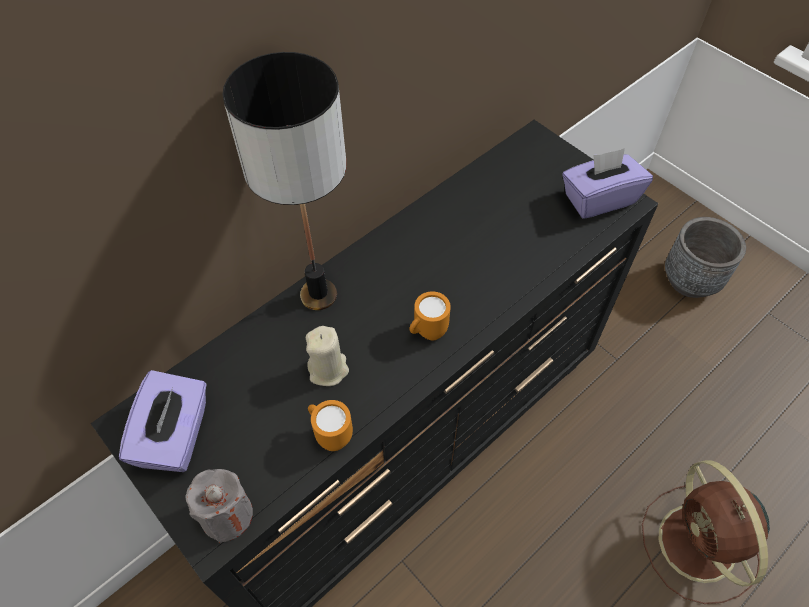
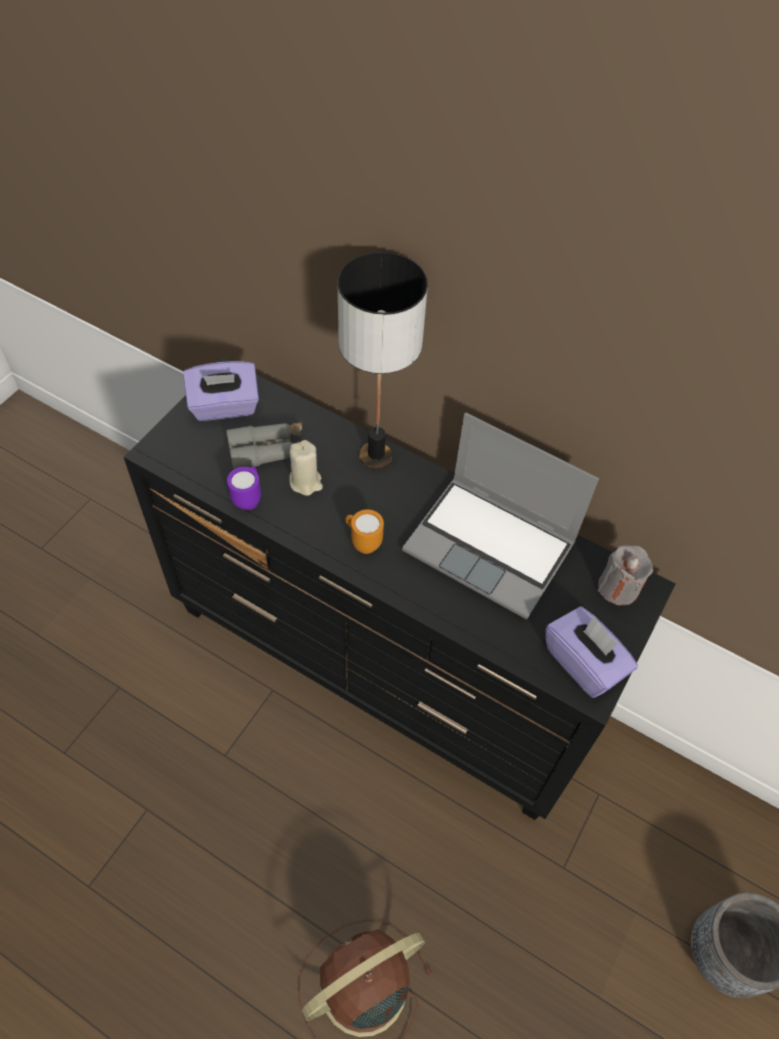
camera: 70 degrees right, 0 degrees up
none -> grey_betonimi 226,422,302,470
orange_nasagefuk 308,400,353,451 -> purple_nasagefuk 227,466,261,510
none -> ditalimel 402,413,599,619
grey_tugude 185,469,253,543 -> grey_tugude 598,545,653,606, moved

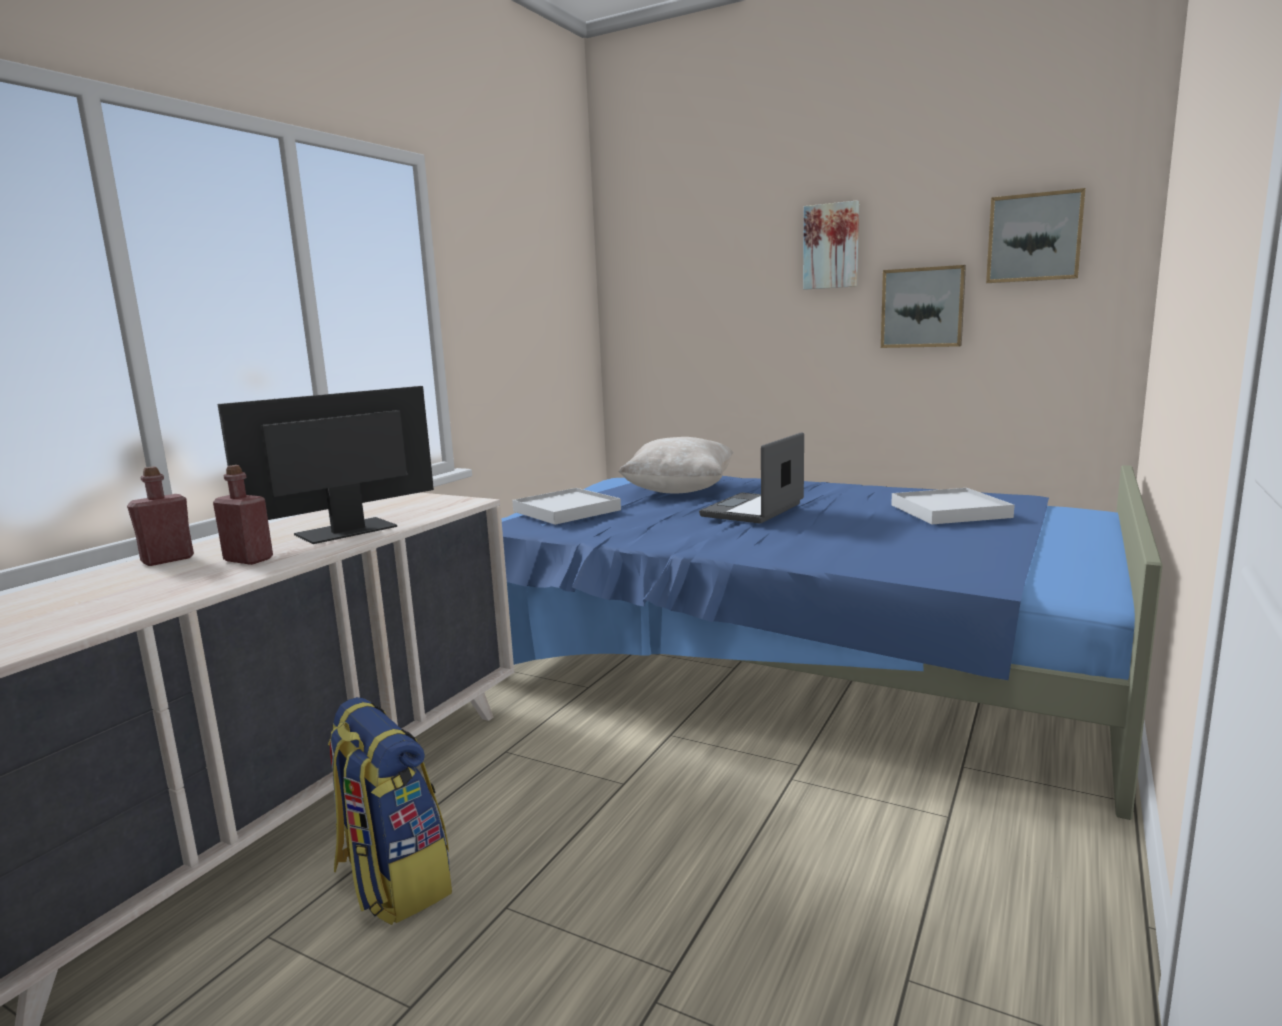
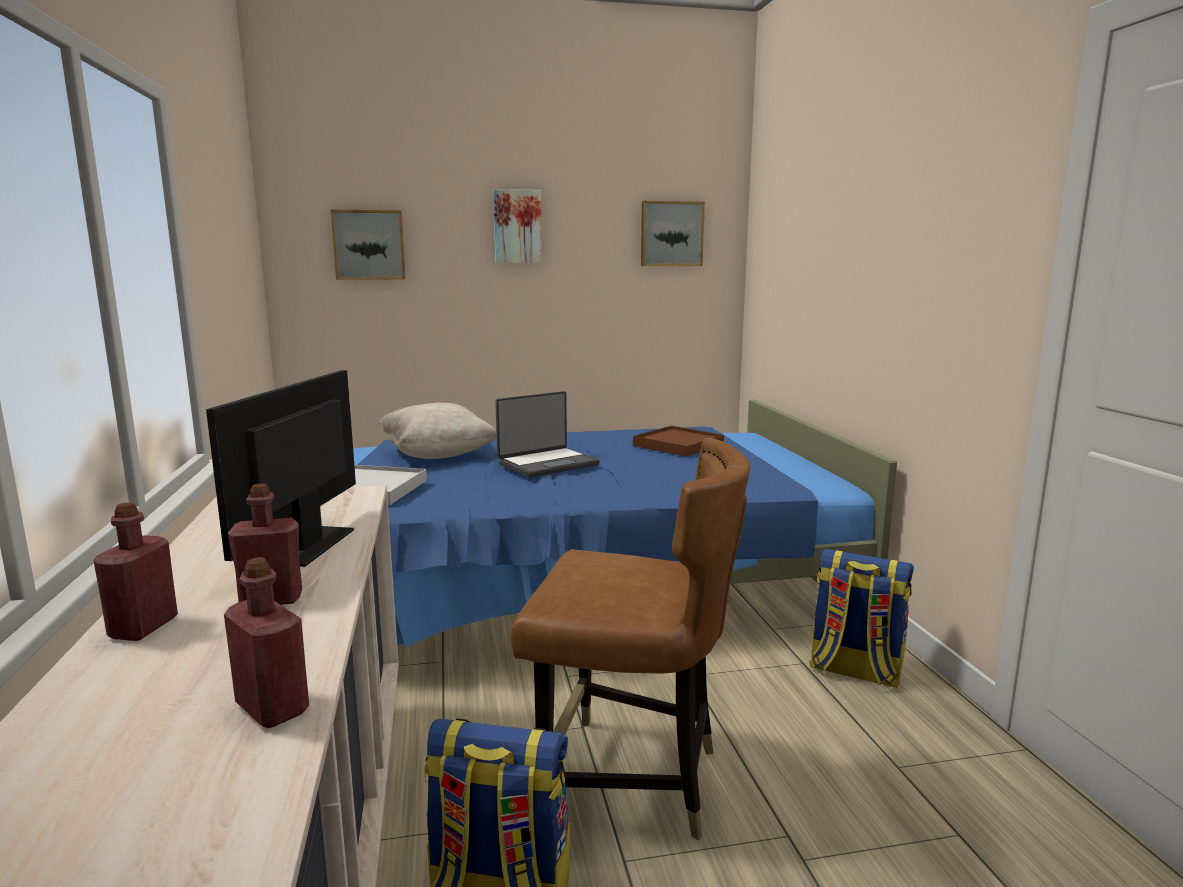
camera: 40 degrees left, 0 degrees up
none -> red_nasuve 224,557,309,728
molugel 881,265,966,348 -> molugel 331,210,406,280, moved
ditalimel 699,432,804,523 -> ditalimel 495,391,600,477, 120 degrees counterclockwise
none -> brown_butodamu 511,438,750,840
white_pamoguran 891,488,1014,524 -> brown_pamoguran 633,426,724,457
none -> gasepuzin 809,549,914,688

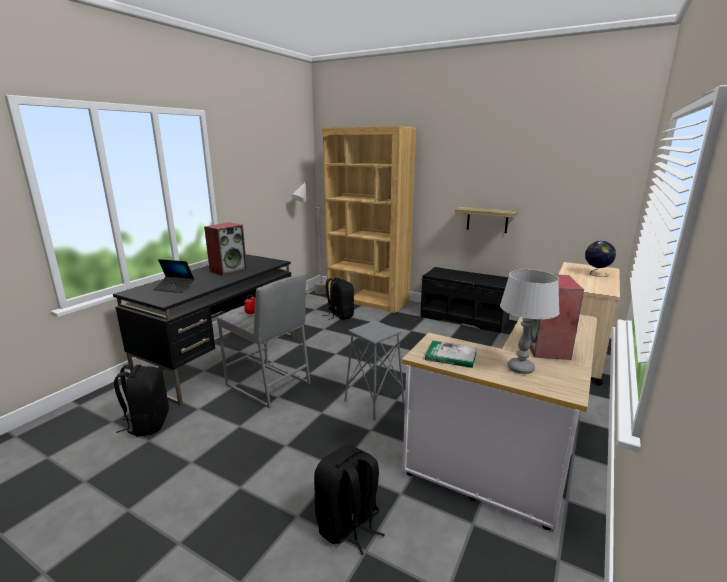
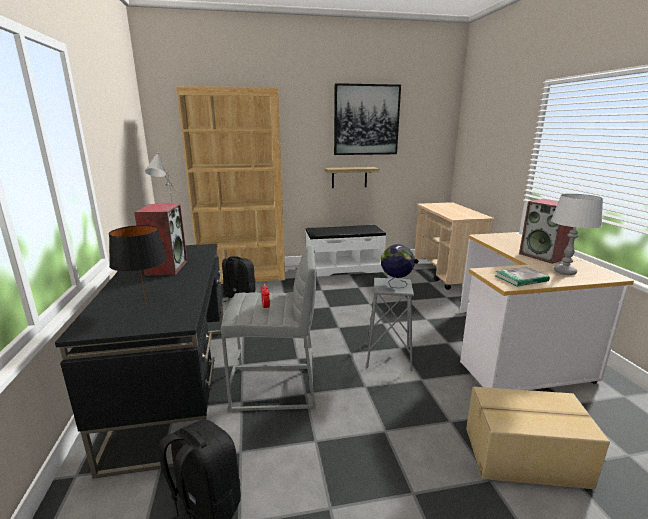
camera: 40 degrees left, 0 degrees up
ditalimel 154,259,194,293 -> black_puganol 109,225,168,306
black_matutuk 420,267,509,333 -> white_matutuk 305,225,386,277
none -> molugel 334,83,401,155
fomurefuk 585,241,616,277 -> fomurefuk 381,244,415,288, moved
black_gasepuzin 314,445,385,555 -> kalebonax 466,387,610,489

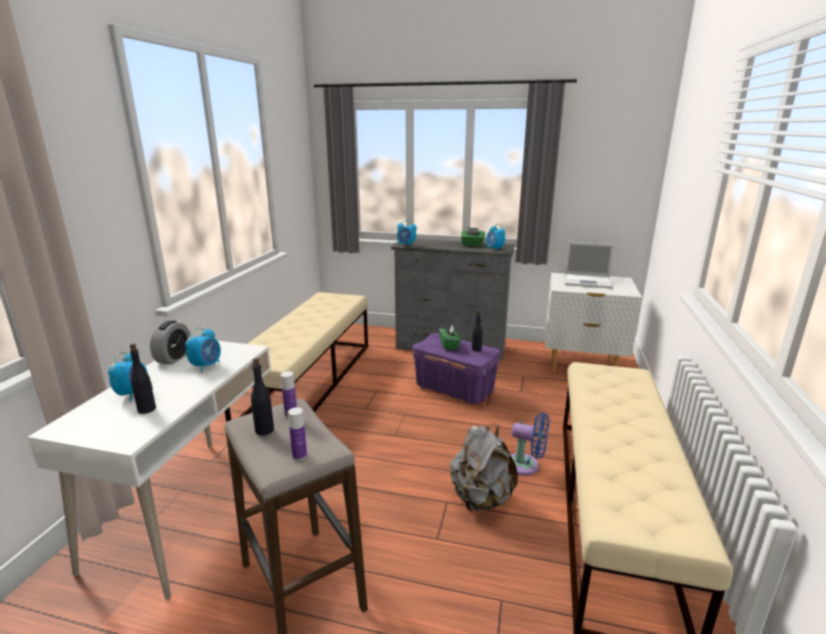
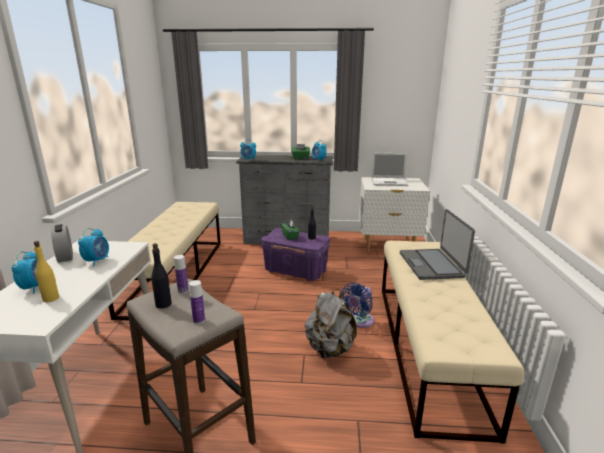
camera: 10 degrees left, 0 degrees up
black_nasuve 130,343,156,414 -> yellow_nasuve 34,241,59,302
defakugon 150,320,191,365 -> defakugon 51,224,73,263, 150 degrees clockwise
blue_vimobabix 507,413,550,476 -> blue_vimobabix 342,282,374,328, 120 degrees clockwise
none -> ditalimel 400,209,475,280

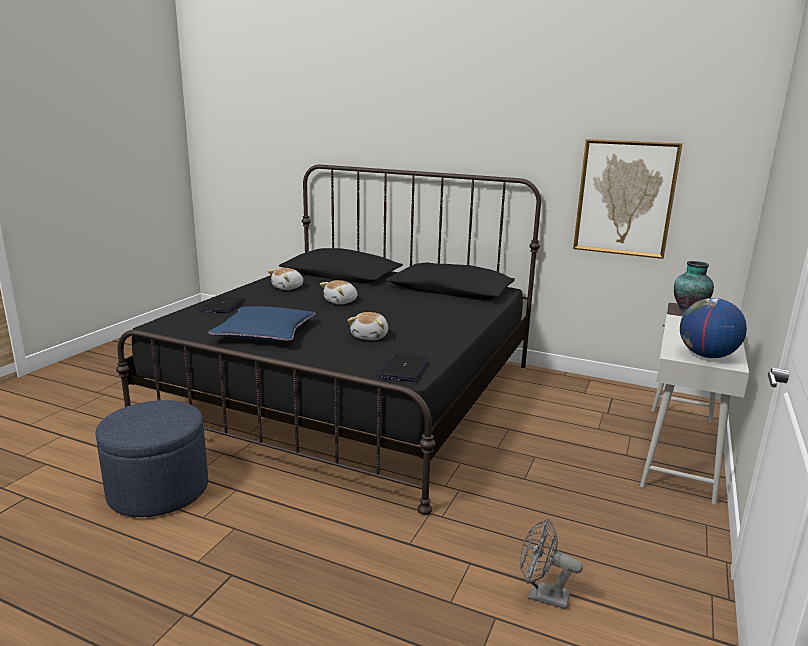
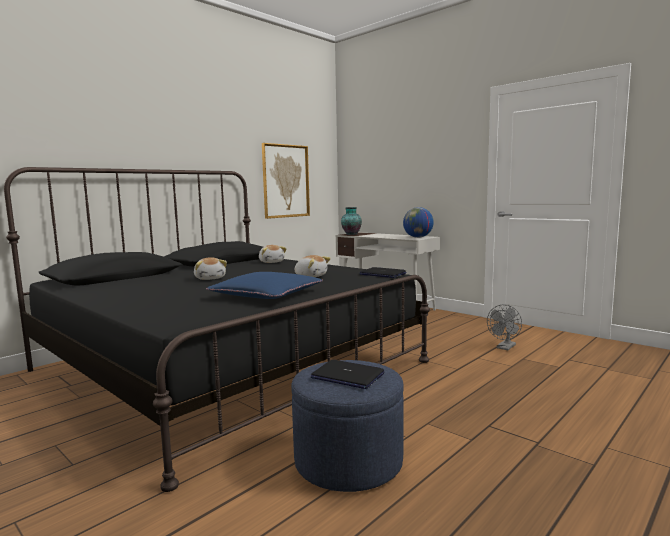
camera: 70 degrees left, 10 degrees down
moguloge 267,268,303,290 -> moguloge 259,245,287,263, moved
ditalimel 199,296,245,313 -> ditalimel 311,360,384,389, moved

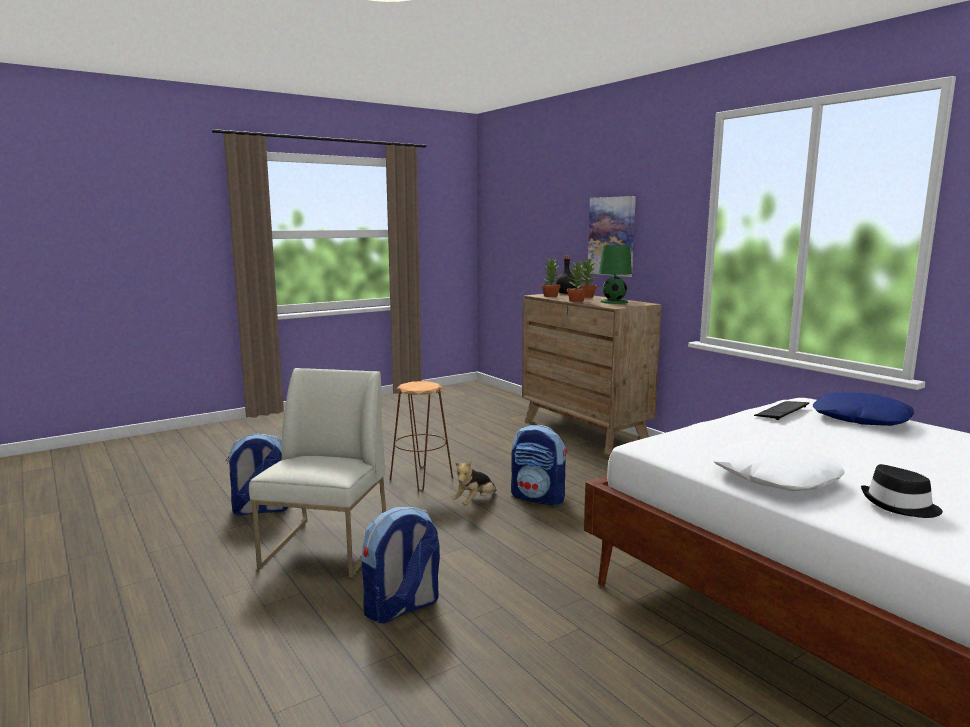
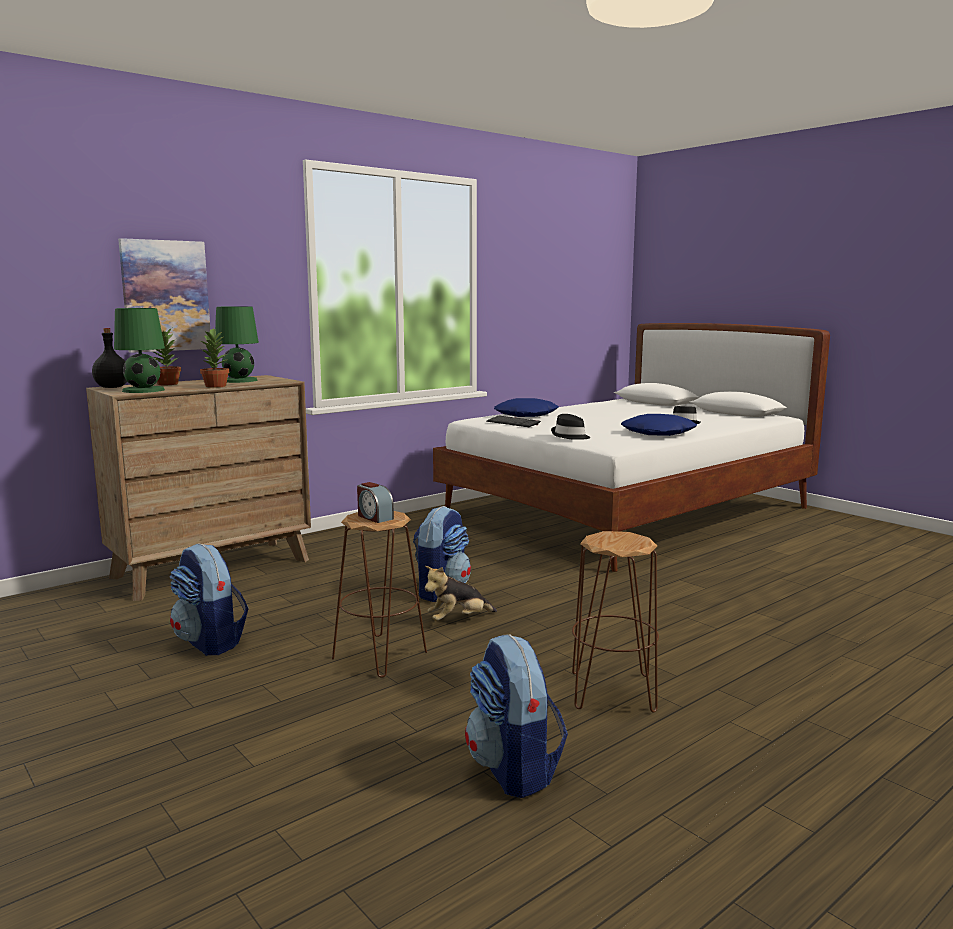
camera: 95 degrees left, 0 degrees up
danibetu 542,258,560,297 -> green_puganol 114,308,165,393
gasepuzin 362,507,440,623 -> gasepuzin 170,543,249,656, moved
none -> defakugon 357,482,394,523
moguloge 452,461,496,505 -> moguloge 425,566,497,621, 120 degrees clockwise
none -> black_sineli 551,414,590,440
white_butodamu 249,368,386,578 -> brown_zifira 572,531,659,713
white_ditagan 712,440,845,491 -> blue_ditagan 621,414,697,436

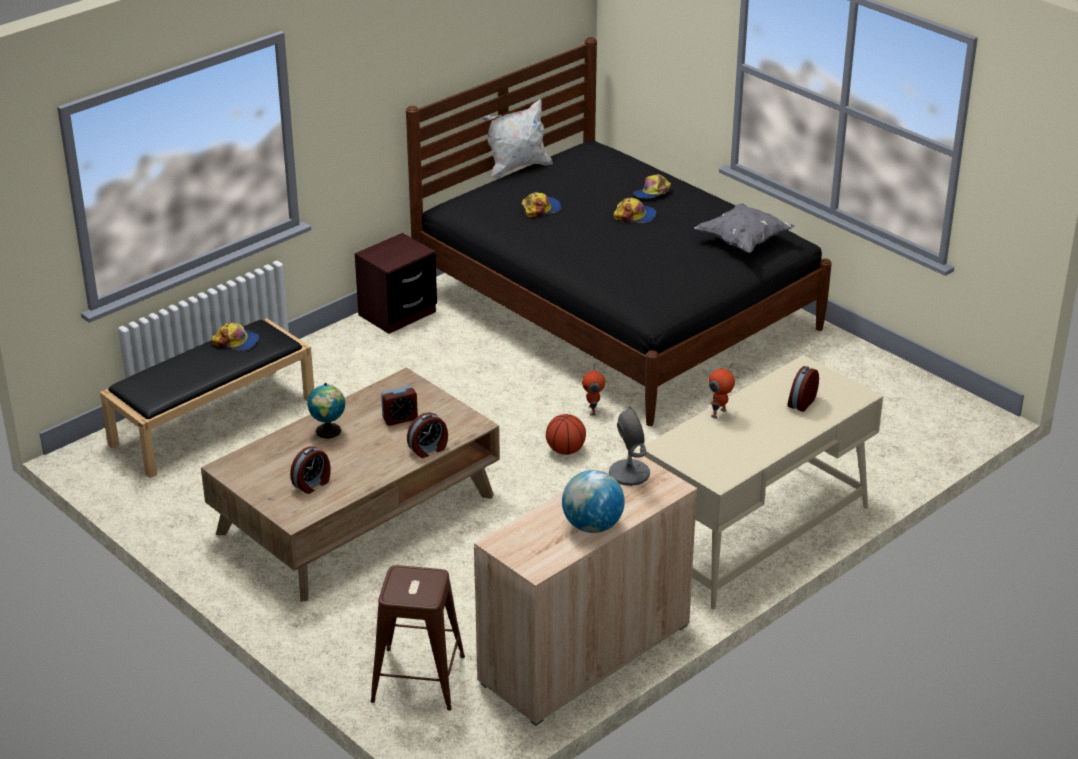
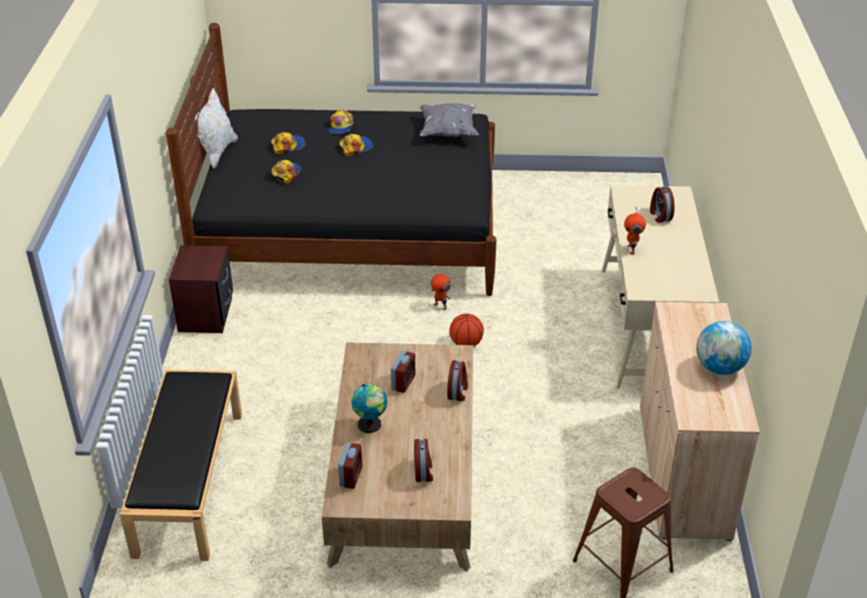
camera: 45 degrees left, 5 degrees up
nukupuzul 212,322,259,351 -> nukupuzul 271,132,306,154, moved
none -> defakugon 338,442,362,489
grey_puganol 609,407,650,486 -> none

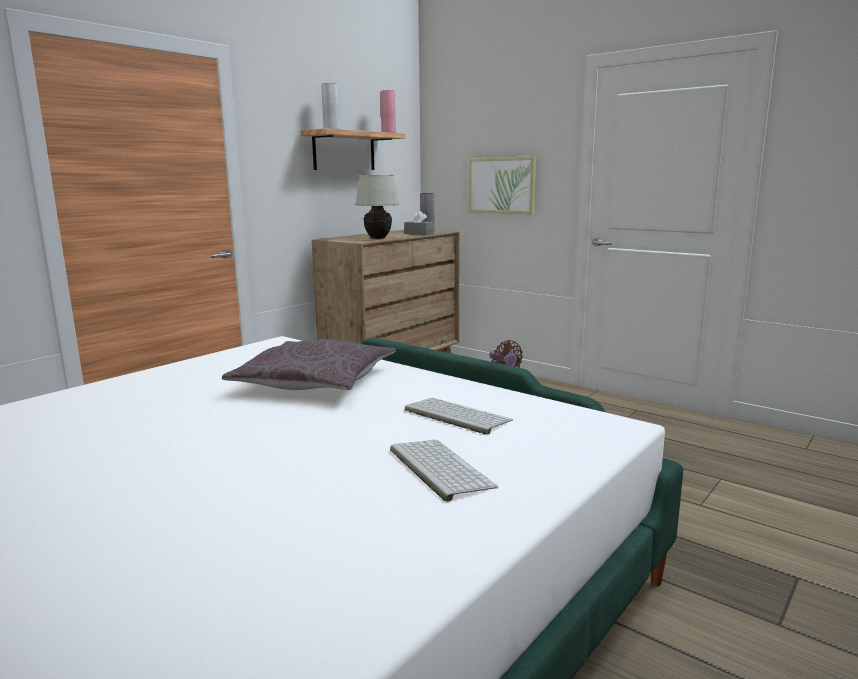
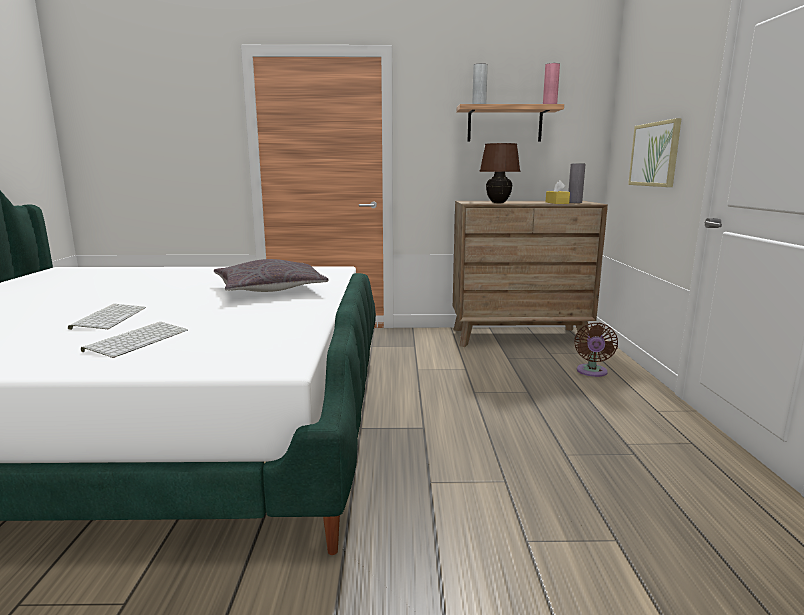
camera: 50 degrees right, 0 degrees up
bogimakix 405,398,513,435 -> bogimakix 68,304,146,330, moved
white_puganol 355,175,399,239 -> brown_puganol 480,143,520,203
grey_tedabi 404,211,434,235 -> yellow_tedabi 546,180,570,204

